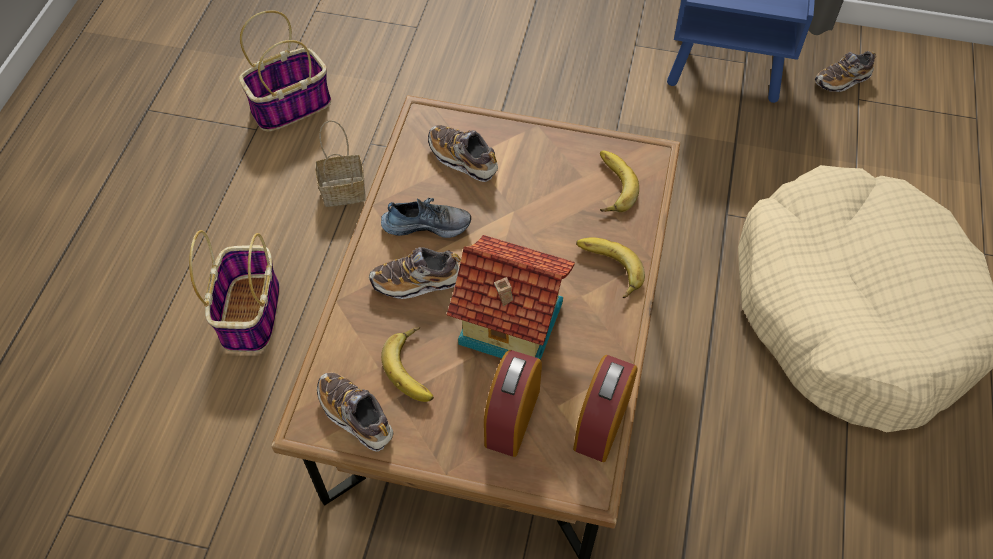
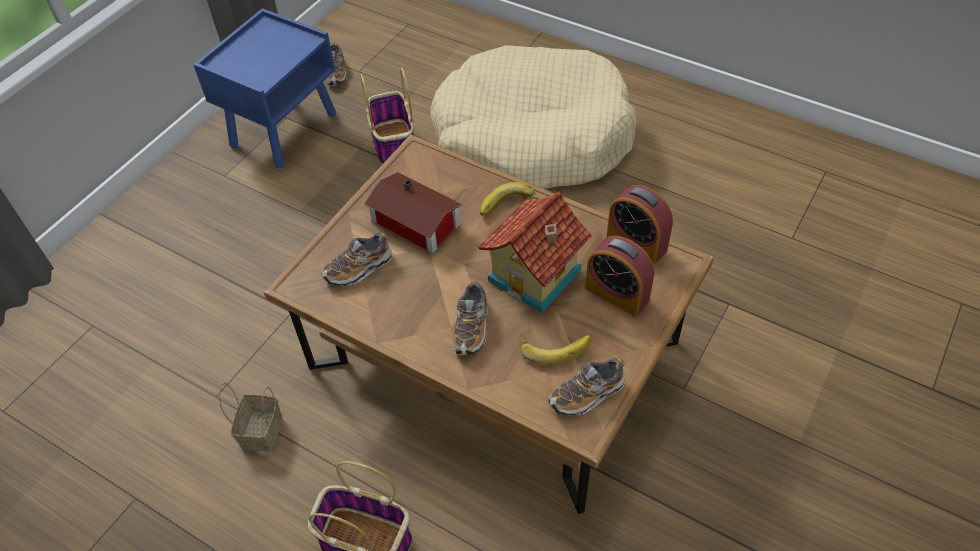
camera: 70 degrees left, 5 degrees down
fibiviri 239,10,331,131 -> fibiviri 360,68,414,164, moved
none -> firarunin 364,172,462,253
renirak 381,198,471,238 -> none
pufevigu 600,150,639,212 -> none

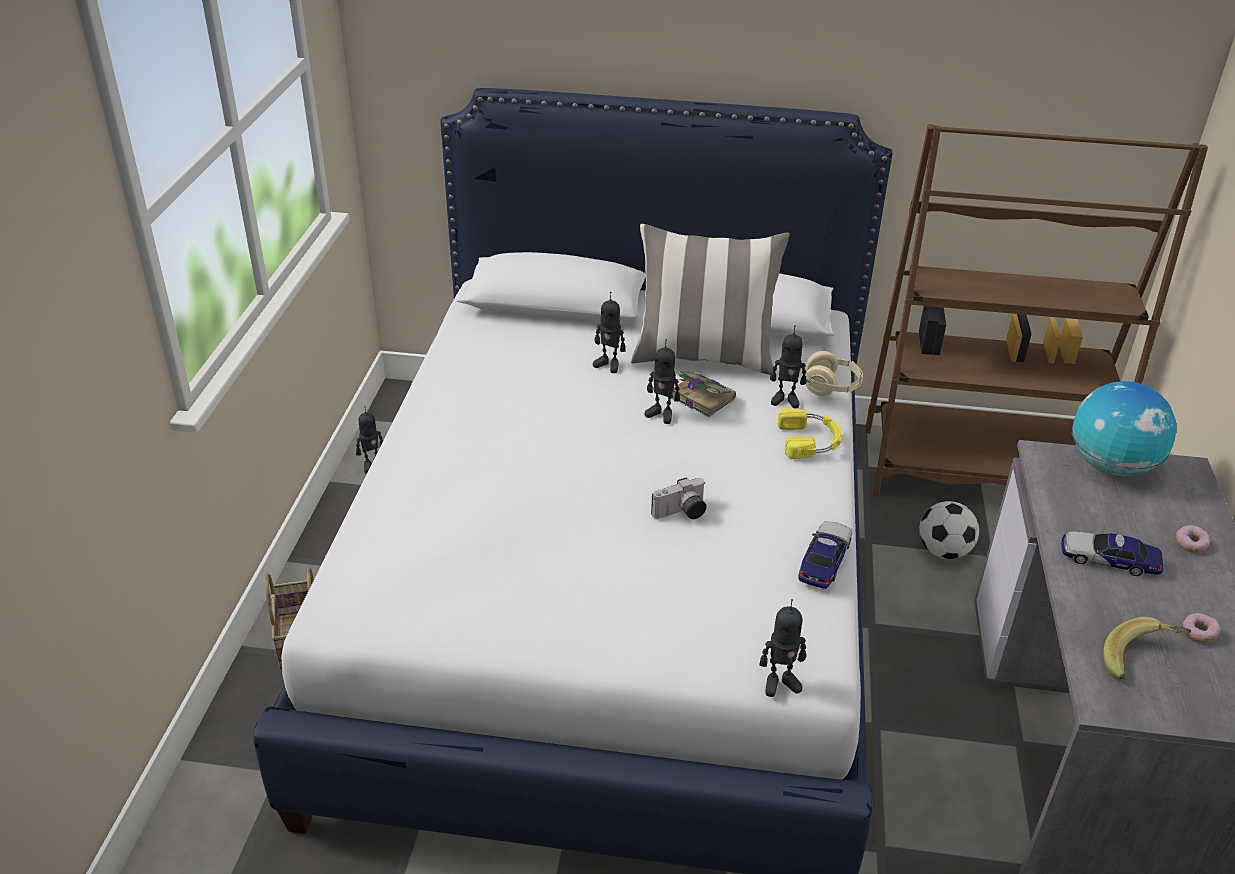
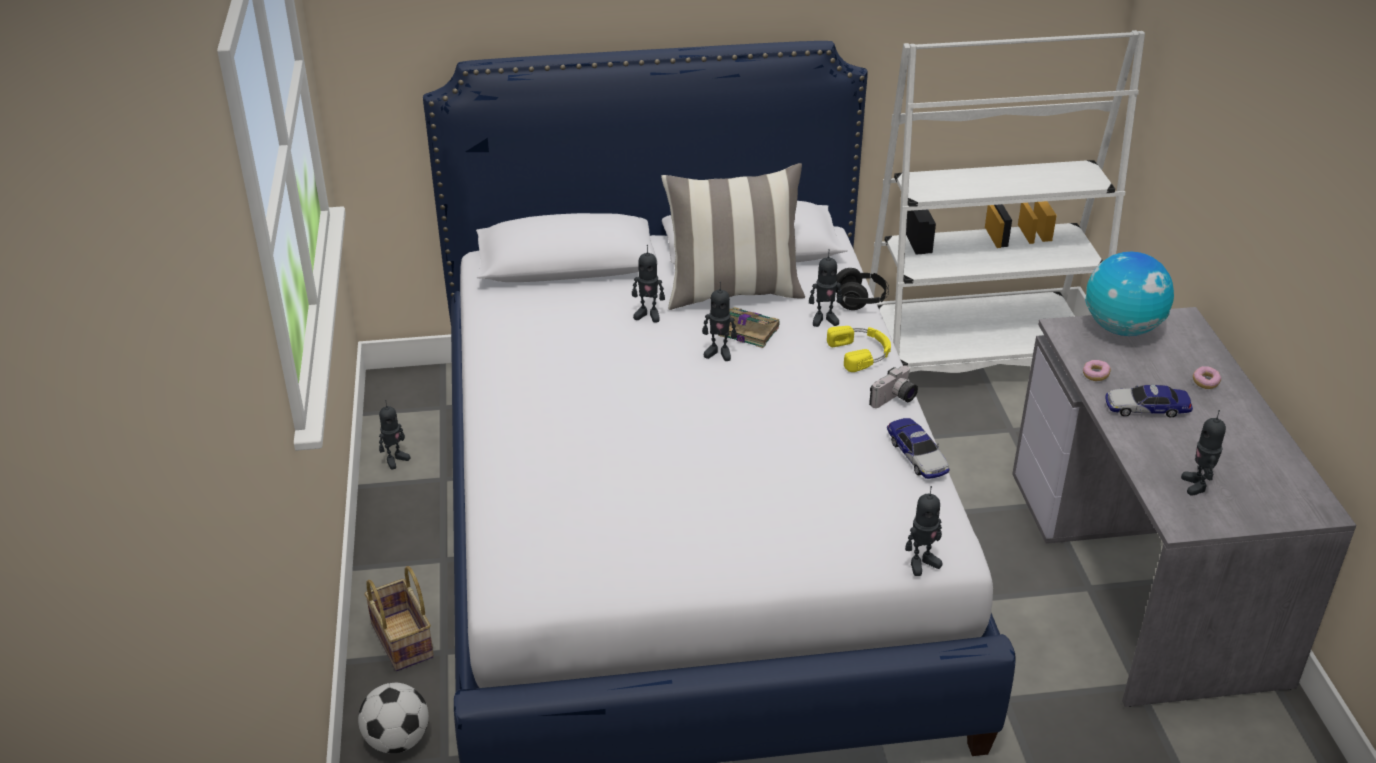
camera: 15 degrees left, 0 degrees up
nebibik 919,501,979,559 -> nebibik 358,683,429,753, moved
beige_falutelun 805,351,863,396 -> black_falutelun 836,268,889,310
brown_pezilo 865,124,1208,497 -> white_pezilo 869,30,1145,373
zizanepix 651,477,707,519 -> zizanepix 869,366,918,408, moved
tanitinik 798,521,852,589 -> tanitinik 887,418,950,479, 150 degrees clockwise
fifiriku 1183,613,1221,643 -> fifiriku 1083,360,1111,381, moved
pufevigu 1103,617,1191,679 -> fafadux 1181,410,1226,496

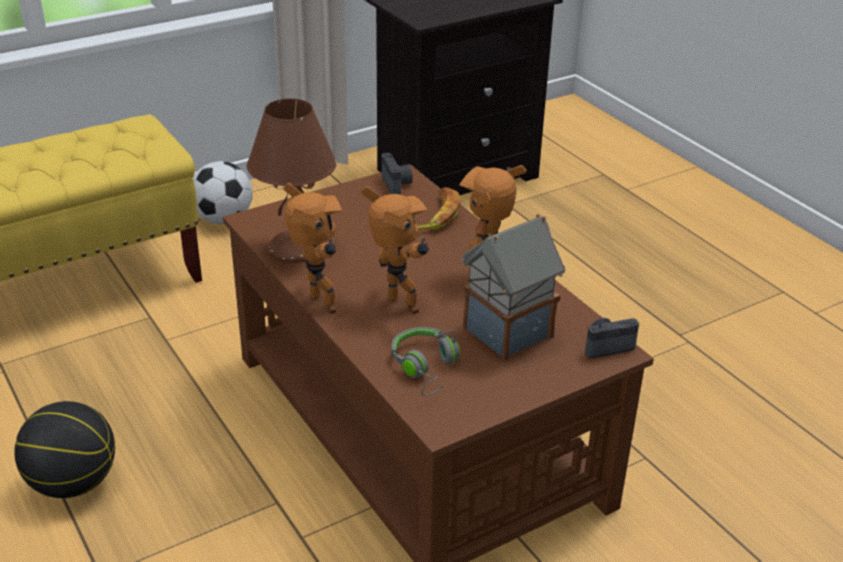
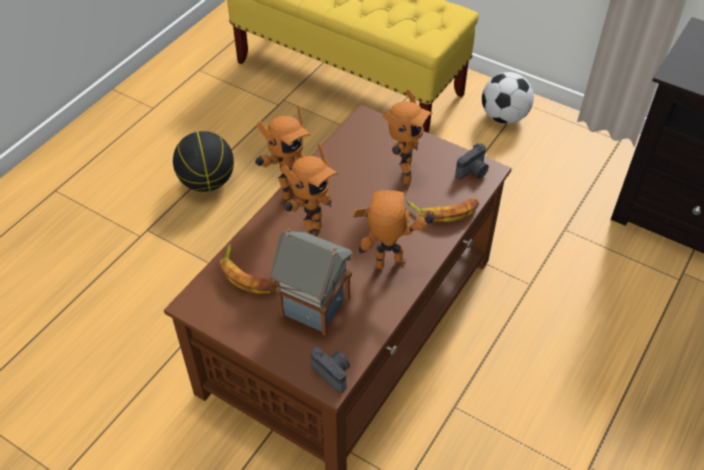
camera: 65 degrees right, 15 degrees up
grey_falutelun 391,327,460,396 -> pufevigu 220,244,279,294
none -> fafadux 382,89,433,190
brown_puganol 247,98,337,263 -> none

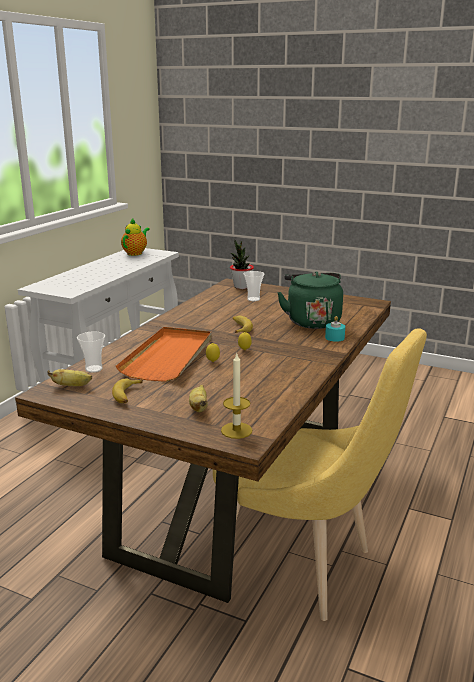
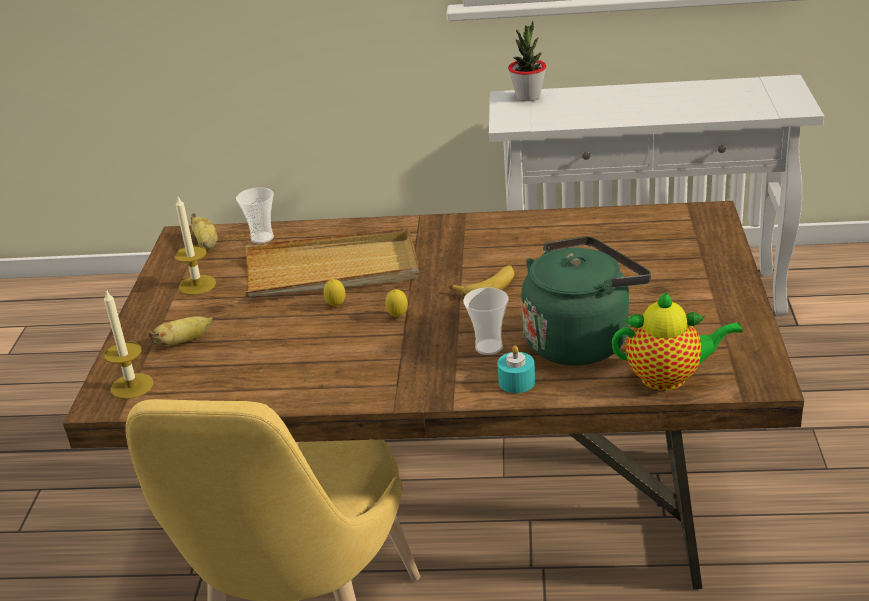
camera: 70 degrees right, 10 degrees up
pufevigu 112,379,143,403 -> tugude 174,197,216,295
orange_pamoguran 116,327,211,382 -> beige_pamoguran 245,228,419,297
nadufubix 244,271,264,301 -> nadufubix 463,287,509,355, moved
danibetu 230,240,254,289 -> danibetu 508,21,546,101, moved
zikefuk 121,219,150,256 -> zikefuk 612,291,743,391, moved

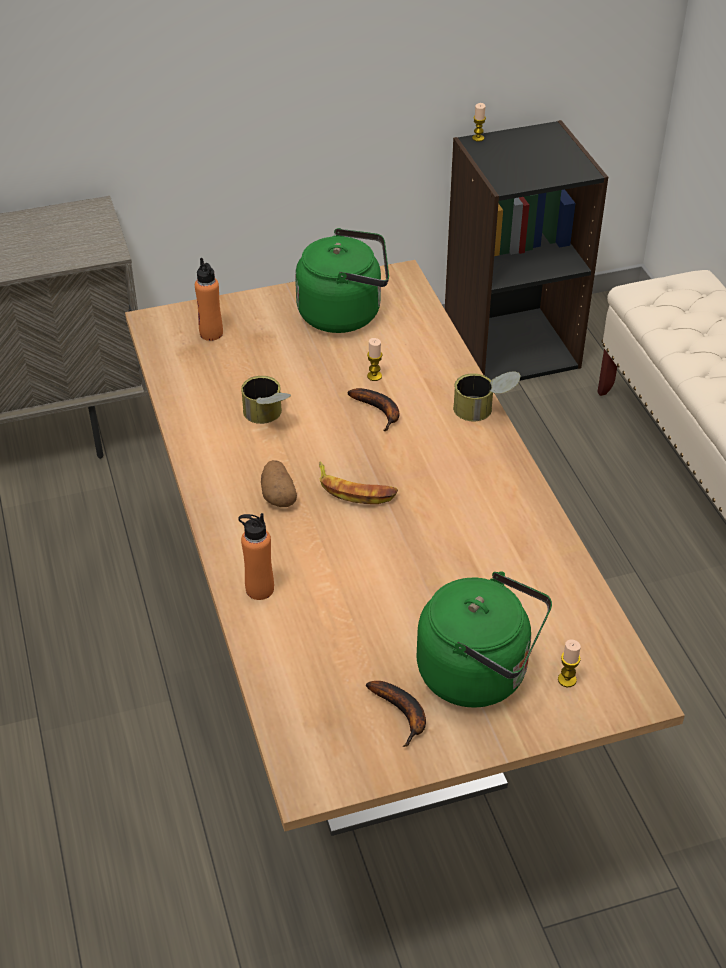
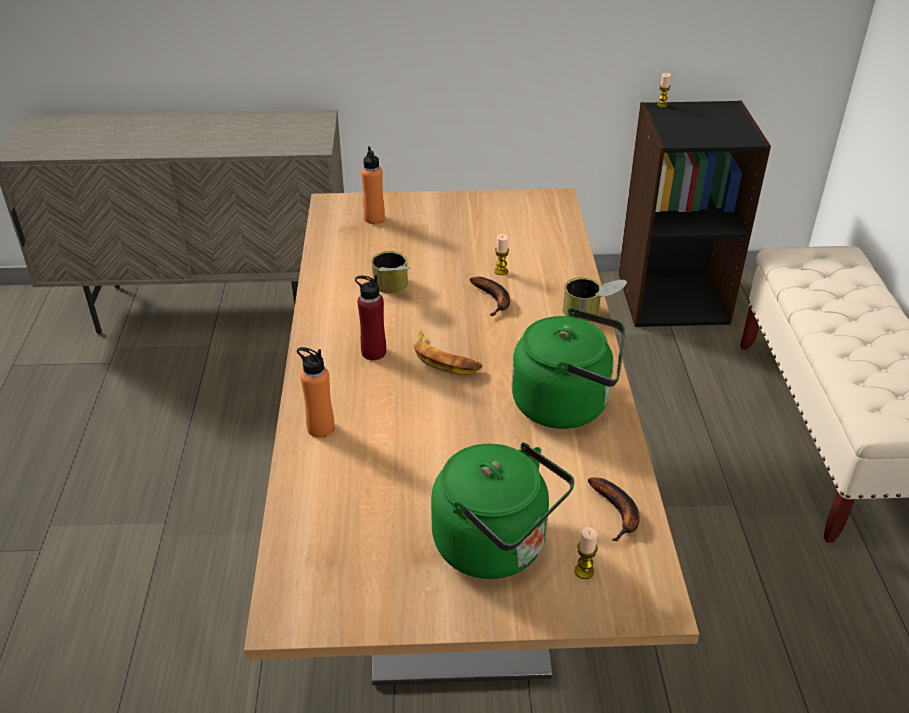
camera: 15 degrees right, 5 degrees down
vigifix 261,460,297,507 -> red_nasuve 355,275,386,360
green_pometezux 295,228,389,333 -> green_pometezux 512,308,625,429, moved
pufevigu 366,681,426,747 -> pufevigu 588,478,640,541, moved

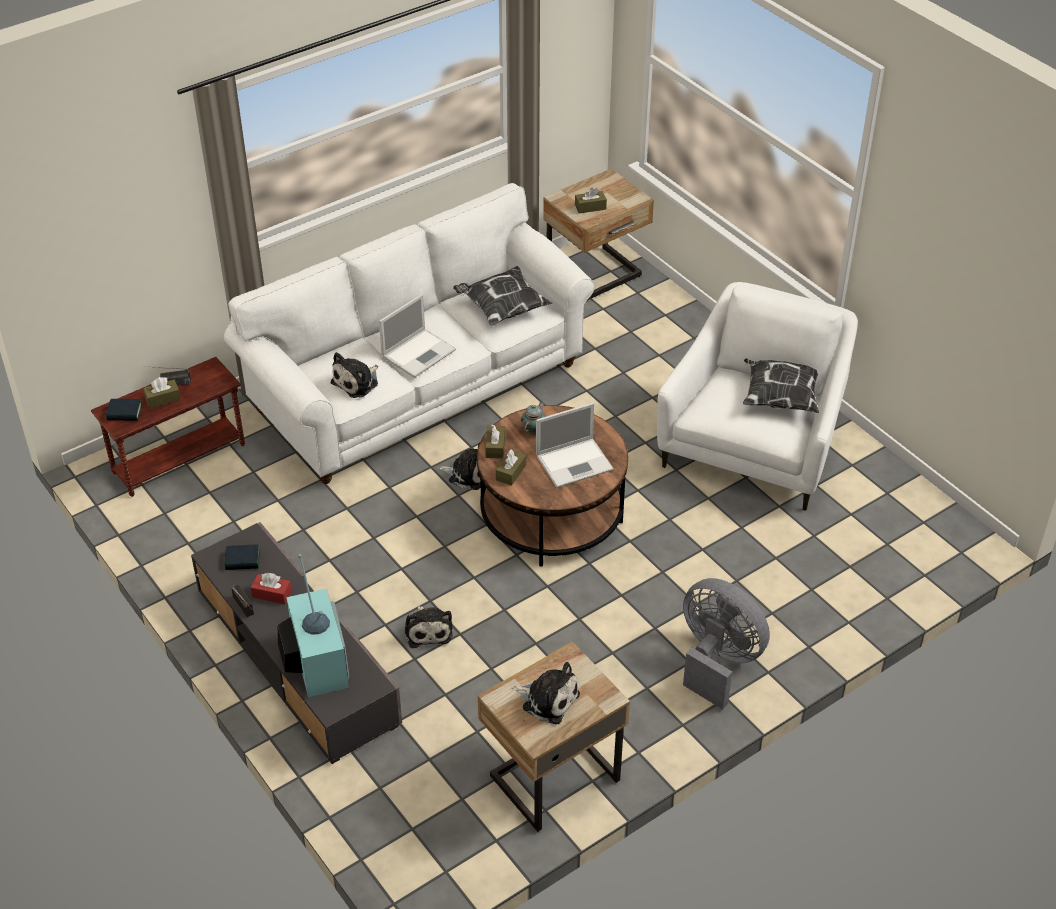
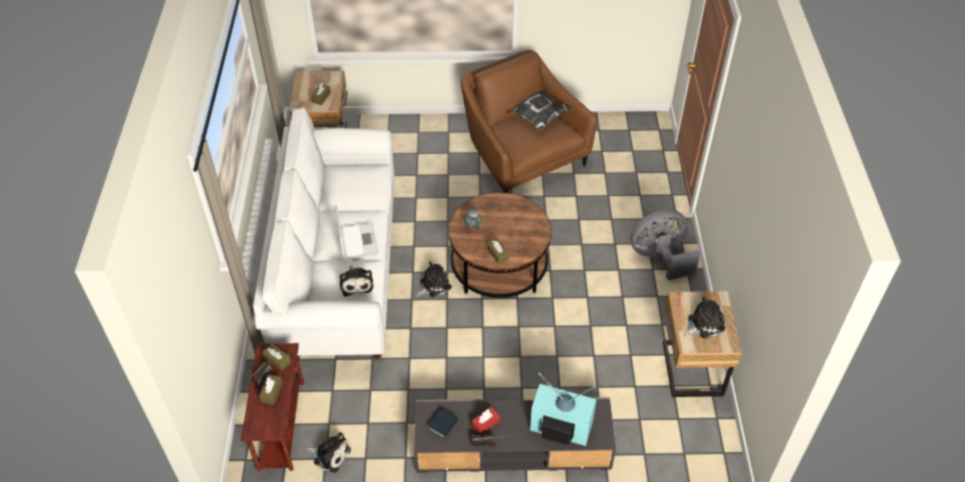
camera: 55 degrees left, 5 degrees up
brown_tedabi 485,424,505,459 -> brown_tedabi 262,344,291,371, moved
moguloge 405,605,453,648 -> moguloge 307,432,351,473, moved
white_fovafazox 657,282,858,511 -> brown_fovafazox 461,50,597,193
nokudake 106,399,142,421 -> none
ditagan 453,266,552,326 -> none
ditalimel 536,403,614,488 -> none

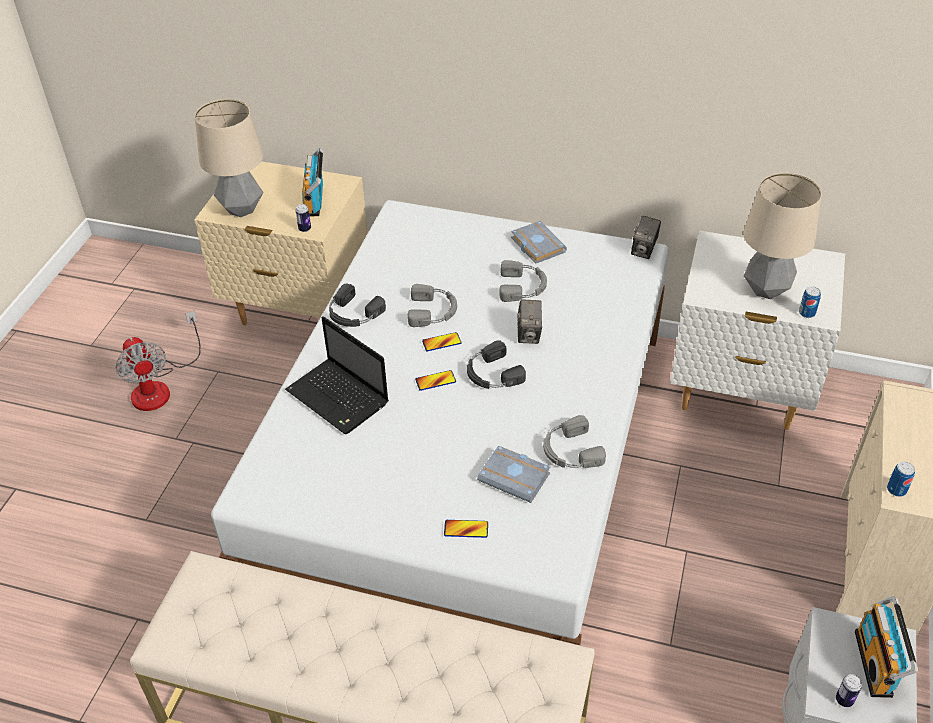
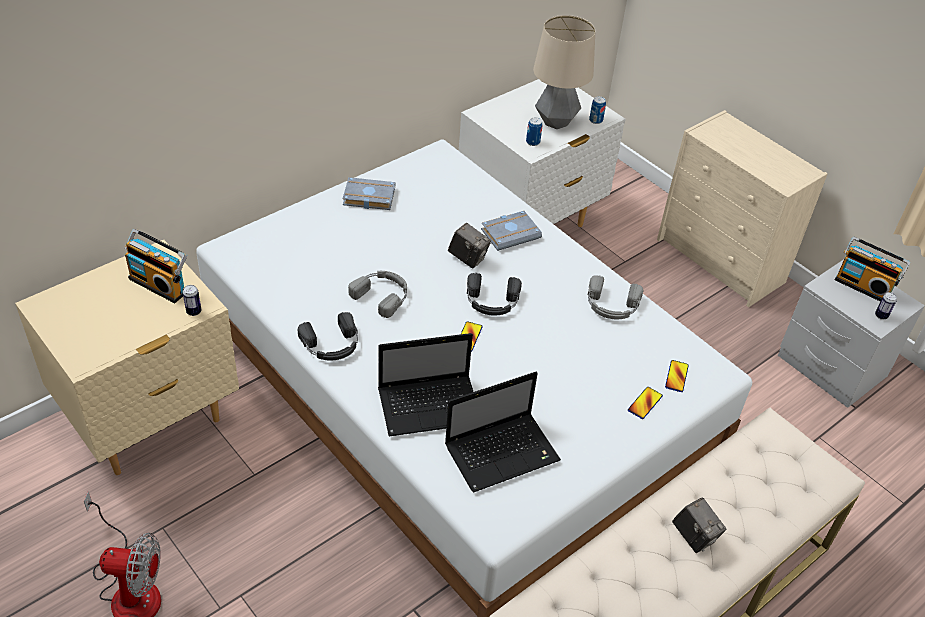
camera: 60 degrees left, 0 degrees up
none -> ditalimel 445,372,561,493
grey_nokudake 477,445,550,503 -> grey_nokudake 481,211,542,251, moved
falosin 887,461,915,497 -> falosin 526,117,542,146, moved
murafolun 422,332,462,351 -> murafolun 665,360,689,392, moved
zizanepix 631,216,661,259 -> zizanepix 672,498,727,553, moved
puganol 195,99,263,217 -> none
grey_falutelun 500,260,547,302 -> none

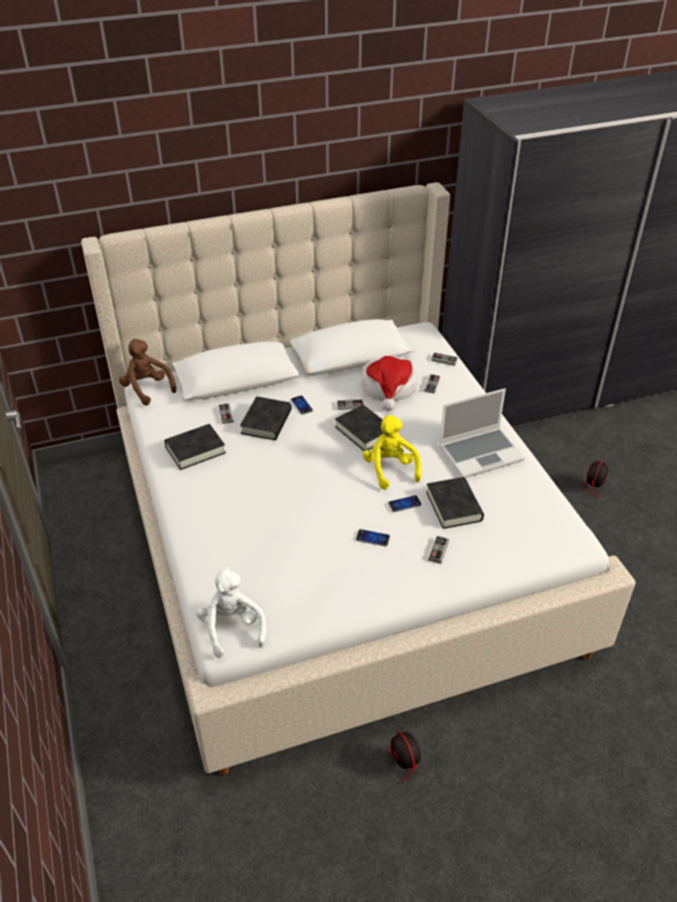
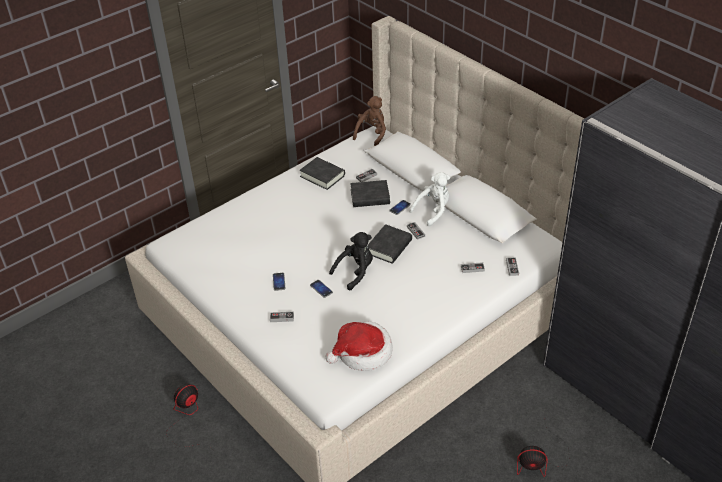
camera: 70 degrees right, 0 degrees up
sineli 361,356,418,411 -> sineli 326,321,393,371, moved
yellow_moguloge 363,415,422,490 -> black_moguloge 329,232,373,290
white_moguloge 196,567,266,658 -> white_moguloge 409,172,450,227, moved
black_nokudake 426,477,484,529 -> none
ditalimel 439,388,525,478 -> none

